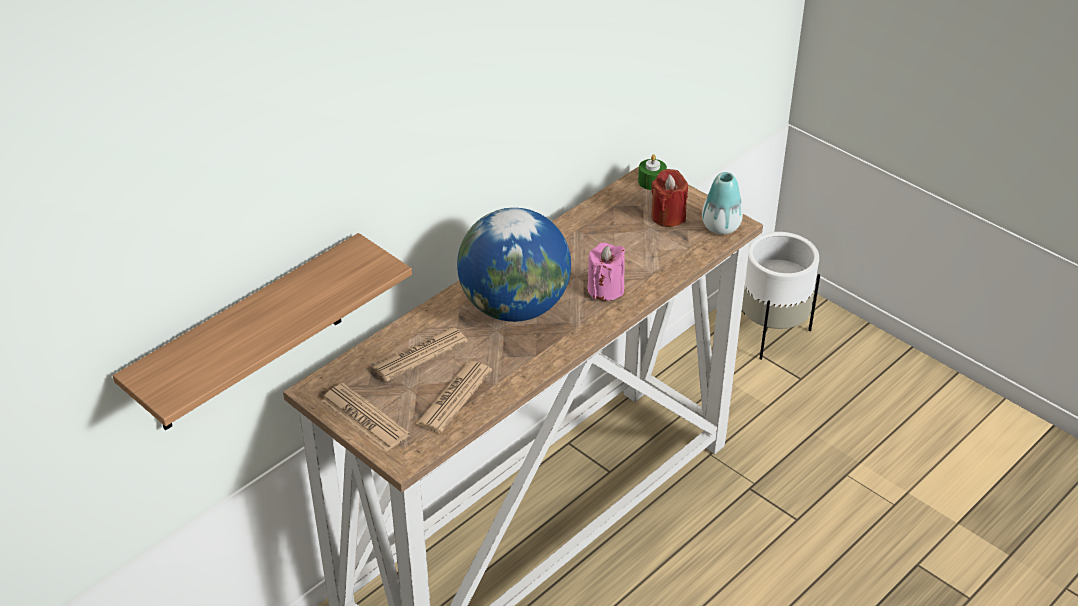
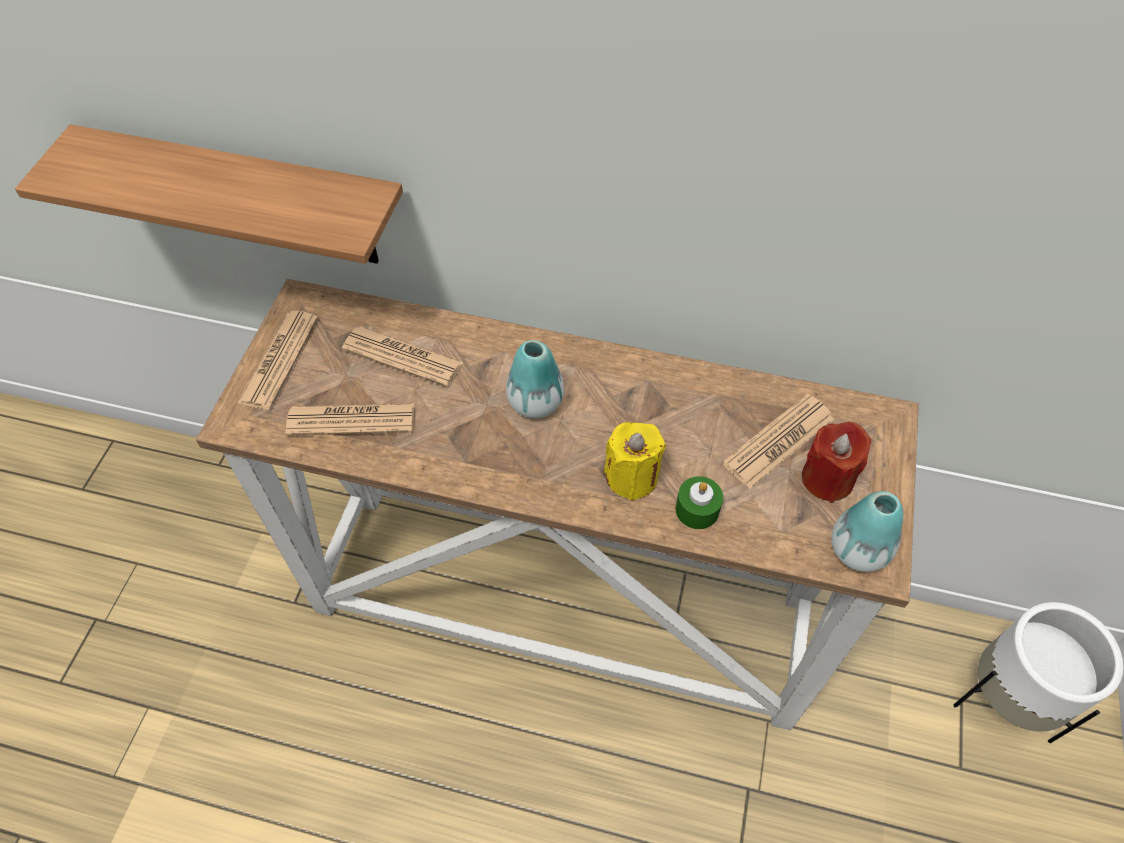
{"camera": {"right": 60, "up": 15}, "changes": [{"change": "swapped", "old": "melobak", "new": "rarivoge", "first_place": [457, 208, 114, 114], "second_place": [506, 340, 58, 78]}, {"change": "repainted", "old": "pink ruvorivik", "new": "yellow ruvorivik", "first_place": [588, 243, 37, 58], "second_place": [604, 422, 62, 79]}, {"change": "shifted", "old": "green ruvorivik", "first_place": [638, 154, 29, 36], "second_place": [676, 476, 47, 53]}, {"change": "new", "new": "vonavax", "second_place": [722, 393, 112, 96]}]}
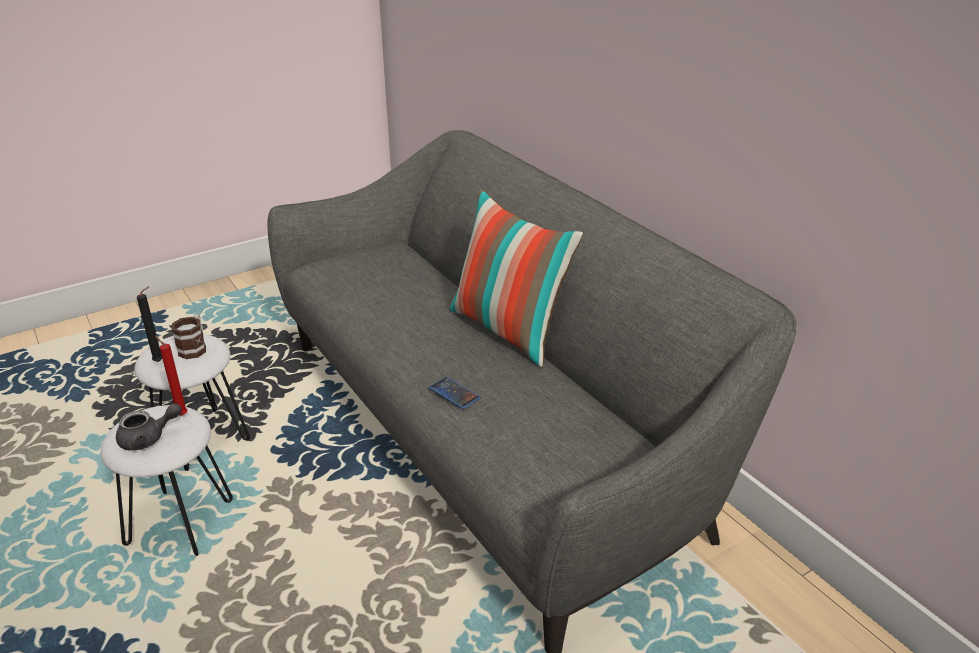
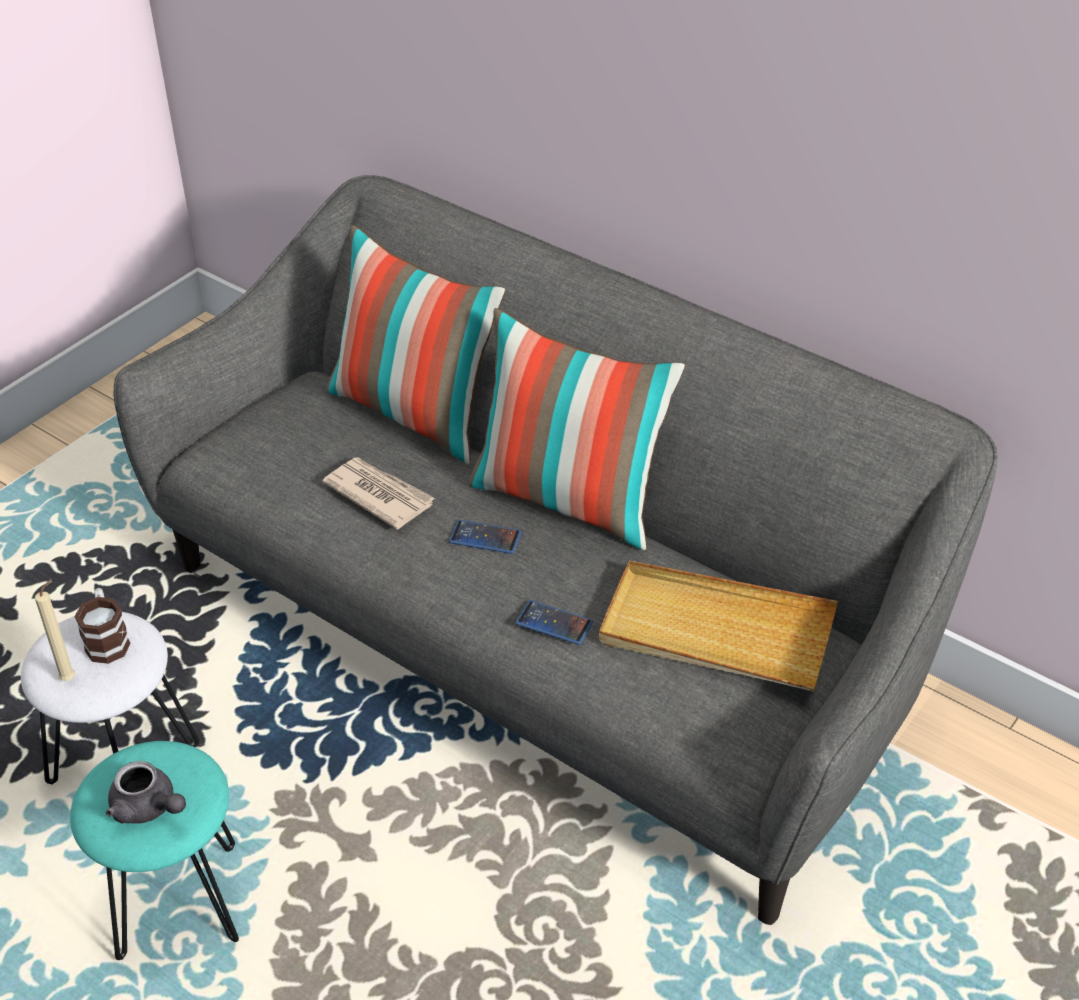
{"camera": {"right": -20, "up": 10}, "changes": [{"change": "repainted", "old": "black ruvorivik", "new": "beige ruvorivik", "first_place": [137, 286, 25, 76], "second_place": [35, 579, 40, 102]}, {"change": "repainted", "old": "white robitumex", "new": "turquoise robitumex", "first_place": [101, 405, 132, 151], "second_place": [70, 741, 169, 219]}, {"change": "rotated", "old": "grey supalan", "first_place": [116, 403, 66, 48], "second_place": [106, 761, 80, 63], "degrees": 75}, {"change": "new", "new": "vonavax", "second_place": [322, 457, 113, 72]}, {"change": "new", "new": "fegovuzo", "second_place": [326, 225, 180, 239]}, {"change": "new", "new": "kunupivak", "second_place": [449, 520, 73, 34]}, {"change": "new", "new": "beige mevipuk", "second_place": [599, 561, 239, 130]}, {"change": "gone", "old": "red ruvorivik", "first_place": [155, 335, 32, 81]}]}
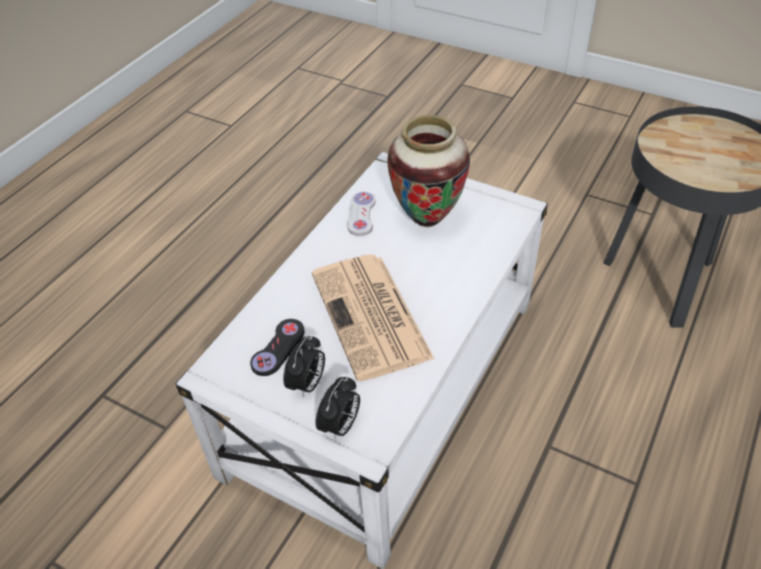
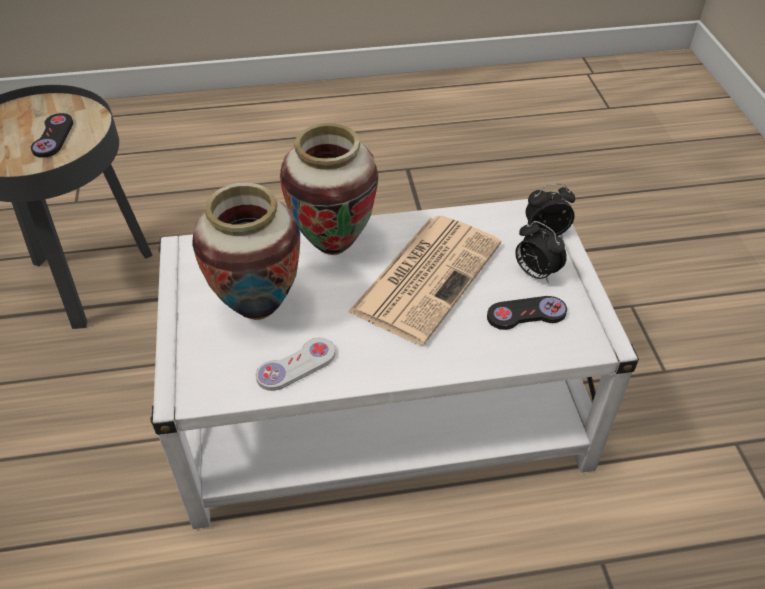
{"camera": {"right": -130, "up": 0}, "changes": [{"change": "new", "new": "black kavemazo", "second_place": [31, 113, 42, 45]}, {"change": "new", "new": "rarivoge", "second_place": [280, 123, 99, 132]}, {"change": "rotated", "old": "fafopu", "first_place": [283, 336, 42, 62], "second_place": [515, 221, 52, 62], "degrees": -120}]}
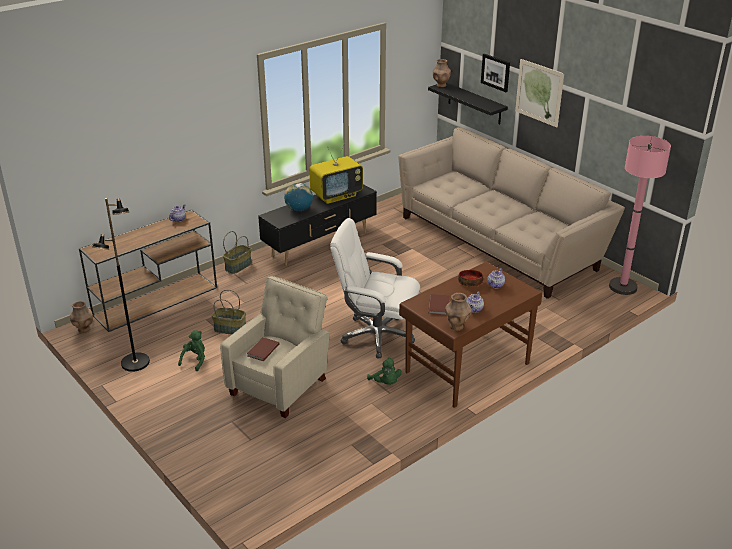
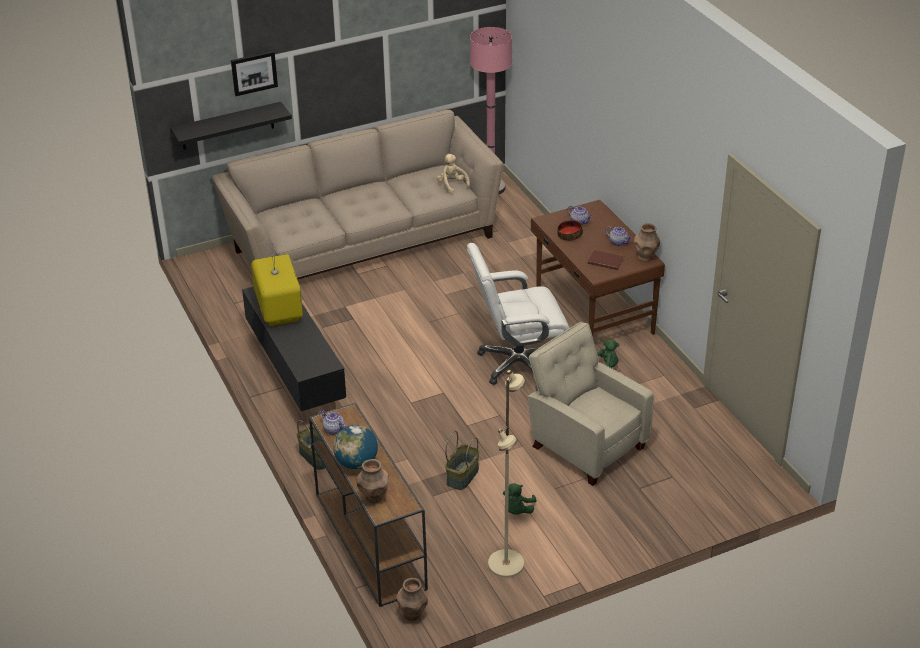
{"camera": {"right": -75, "up": 5}, "changes": [{"change": "shifted", "old": "melobak", "first_place": [284, 183, 29, 28], "second_place": [333, 425, 45, 44]}, {"change": "shifted", "old": "brown rarivoge", "first_place": [433, 59, 18, 28], "second_place": [357, 459, 31, 44]}, {"change": "new", "new": "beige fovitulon", "second_place": [436, 154, 34, 40]}, {"change": "rotated", "old": "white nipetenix", "first_place": [330, 218, 90, 140], "second_place": [467, 243, 102, 142], "degrees": 45}, {"change": "repainted", "old": "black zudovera", "new": "beige zudovera", "first_place": [92, 198, 58, 174], "second_place": [488, 370, 38, 208]}, {"change": "rotated", "old": "green fovitulon", "first_place": [178, 330, 27, 41], "second_place": [503, 483, 34, 32], "degrees": -105}, {"change": "gone", "old": "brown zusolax", "first_place": [247, 337, 33, 24]}, {"change": "gone", "old": "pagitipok", "first_place": [515, 59, 49, 68]}]}
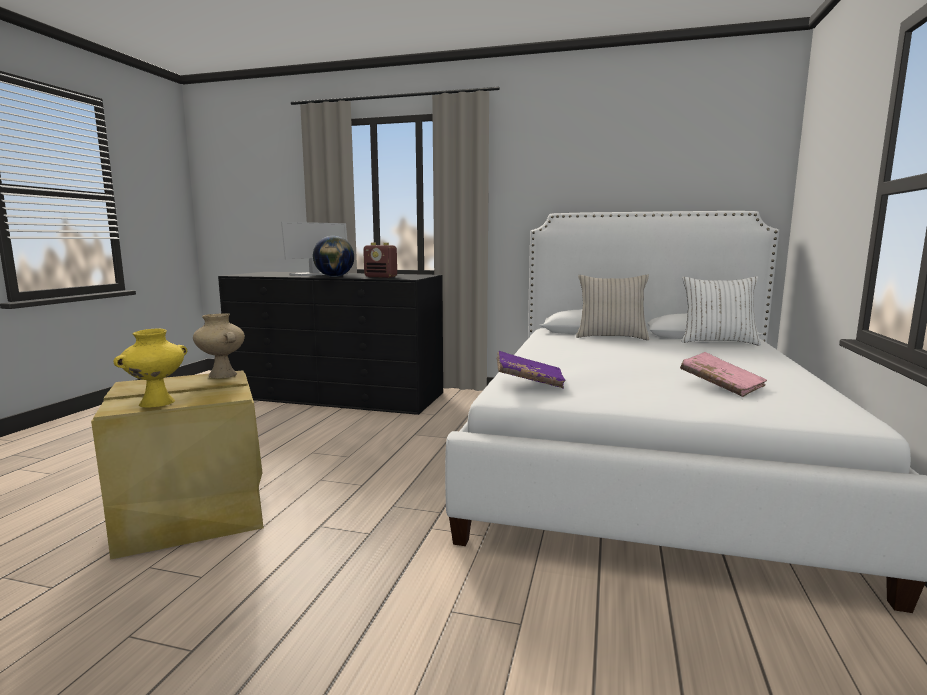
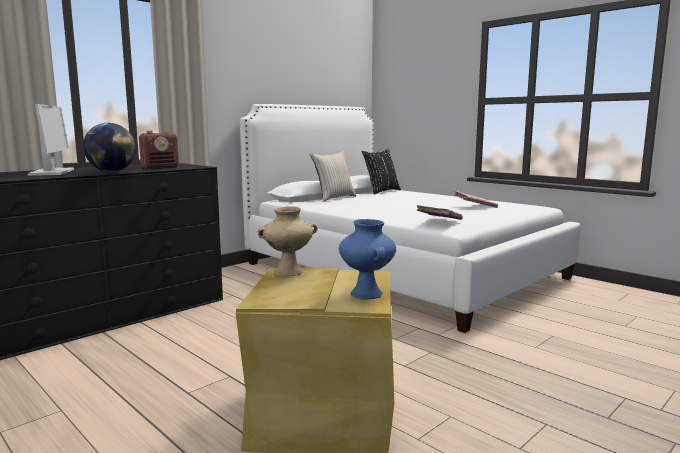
{"camera": {"right": -60, "up": 0}, "changes": [{"change": "repainted", "old": "yellow rarivoge", "new": "blue rarivoge", "first_place": [113, 328, 74, 80], "second_place": [339, 219, 57, 80]}, {"change": "repainted", "old": "white fegovuzo", "new": "black fegovuzo", "first_place": [682, 276, 79, 70], "second_place": [362, 149, 39, 46]}]}
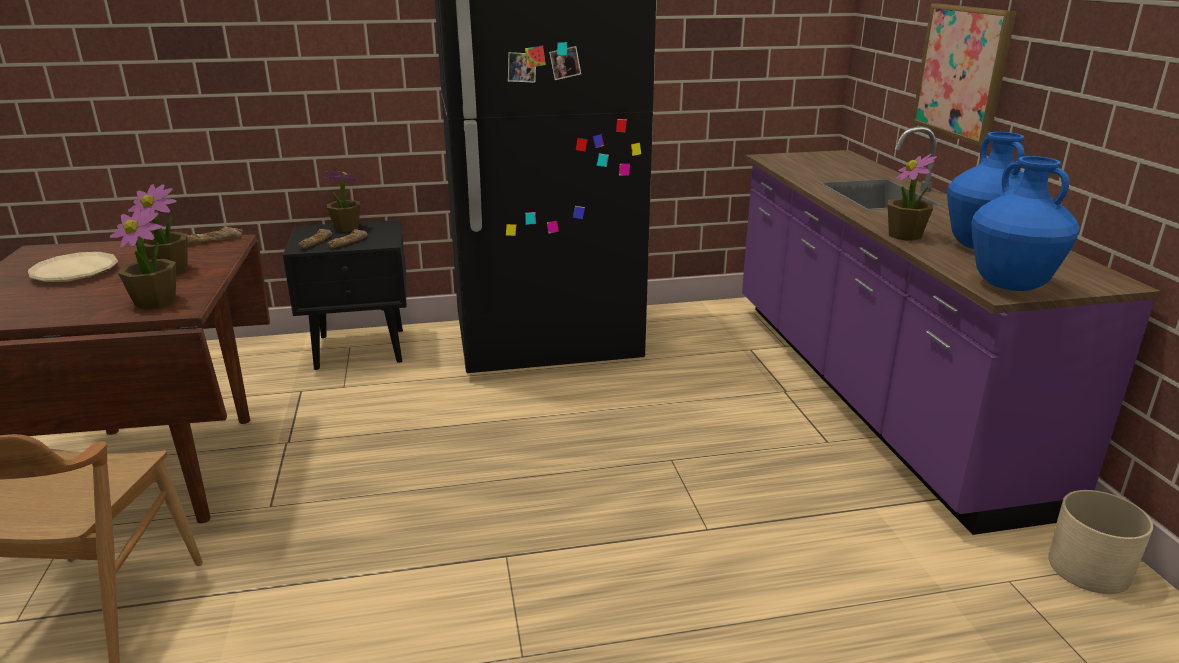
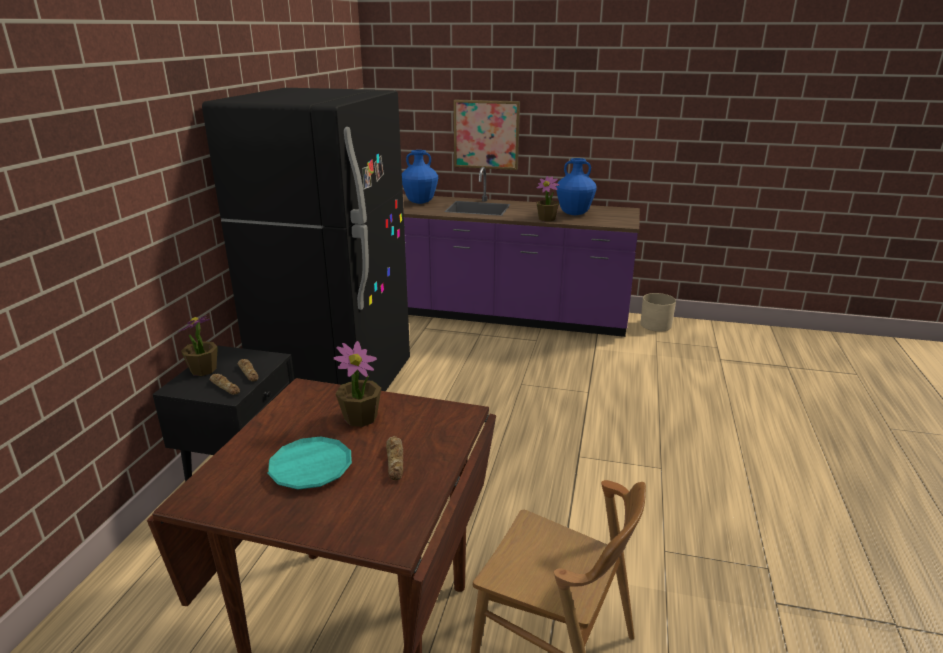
{"camera": {"right": -65, "up": 0}, "changes": [{"change": "repainted", "old": "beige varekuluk", "new": "turquoise varekuluk", "first_place": [28, 252, 90, 30], "second_place": [267, 437, 85, 53]}, {"change": "shifted", "old": "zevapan", "first_place": [188, 226, 55, 19], "second_place": [386, 436, 17, 44]}, {"change": "shifted", "old": "blue rarivoge", "first_place": [971, 156, 108, 135], "second_place": [402, 150, 36, 54]}, {"change": "gone", "old": "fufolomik", "first_place": [110, 207, 66, 103]}]}
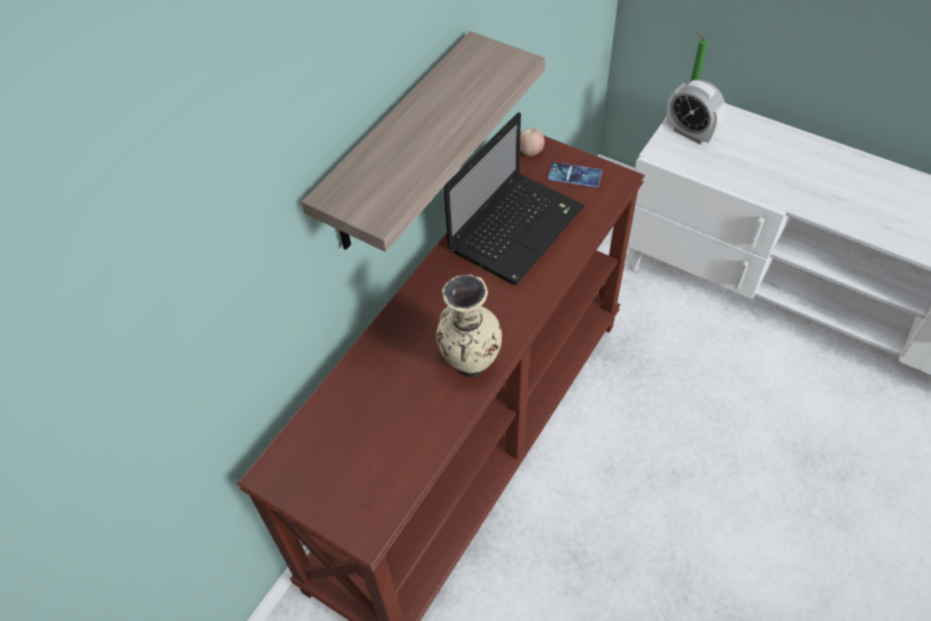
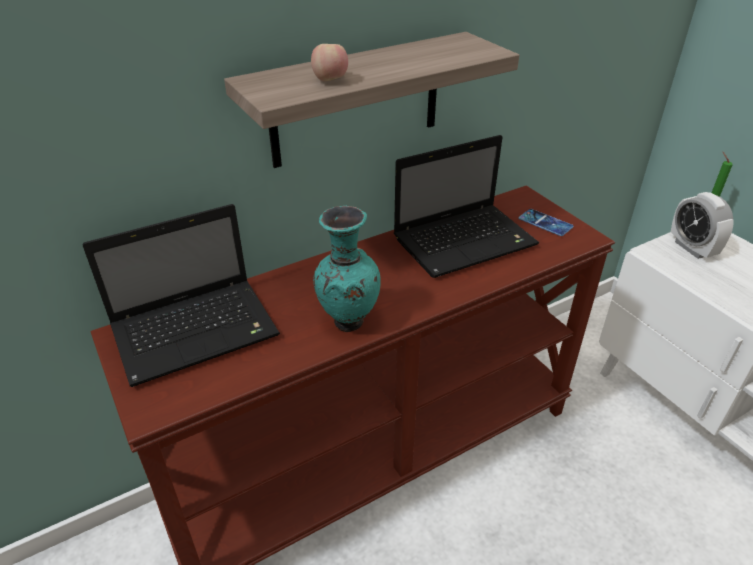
{"camera": {"right": 25, "up": -15}, "changes": [{"change": "new", "new": "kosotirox", "second_place": [82, 204, 198, 183]}, {"change": "shifted", "old": "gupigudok", "first_place": [520, 128, 25, 28], "second_place": [311, 44, 37, 37]}, {"change": "repainted", "old": "beige rarivoge", "new": "turquoise rarivoge", "first_place": [436, 275, 66, 103], "second_place": [313, 206, 68, 126]}]}
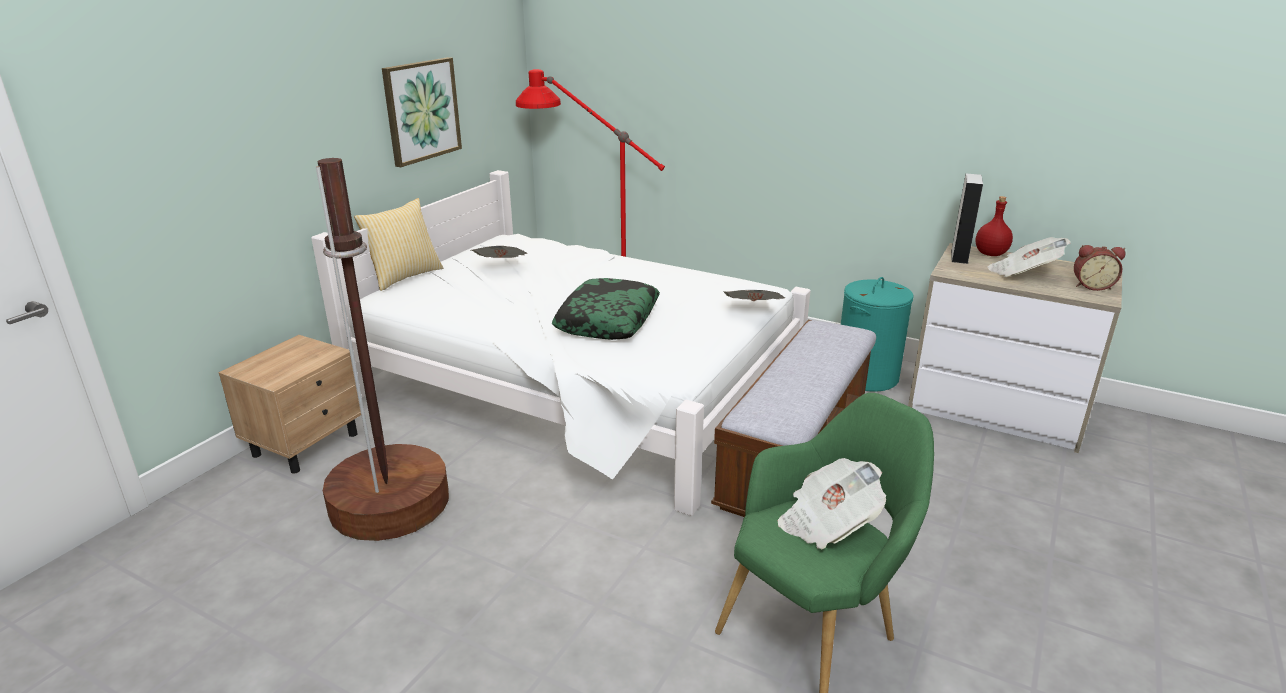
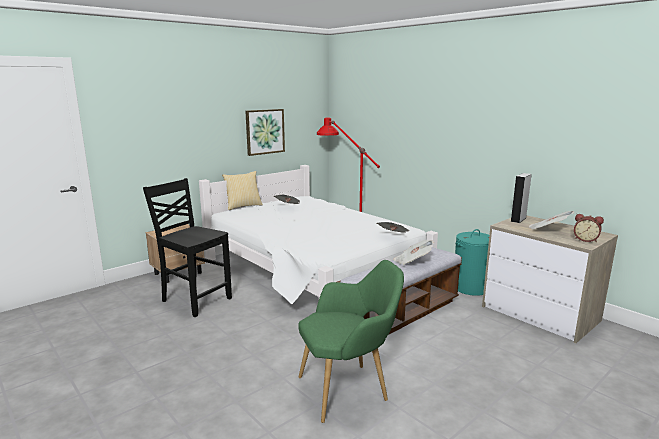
{"camera": {"right": 20, "up": -10}, "changes": [{"change": "swapped", "old": "brown zudovera", "new": "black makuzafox", "first_place": [316, 158, 133, 383], "second_place": [143, 178, 89, 139]}, {"change": "shifted", "old": "vonavax", "first_place": [778, 458, 108, 91], "second_place": [393, 240, 41, 25]}, {"change": "gone", "old": "fegovuzo", "first_place": [552, 278, 108, 62]}, {"change": "gone", "old": "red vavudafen", "first_place": [975, 196, 38, 60]}]}
